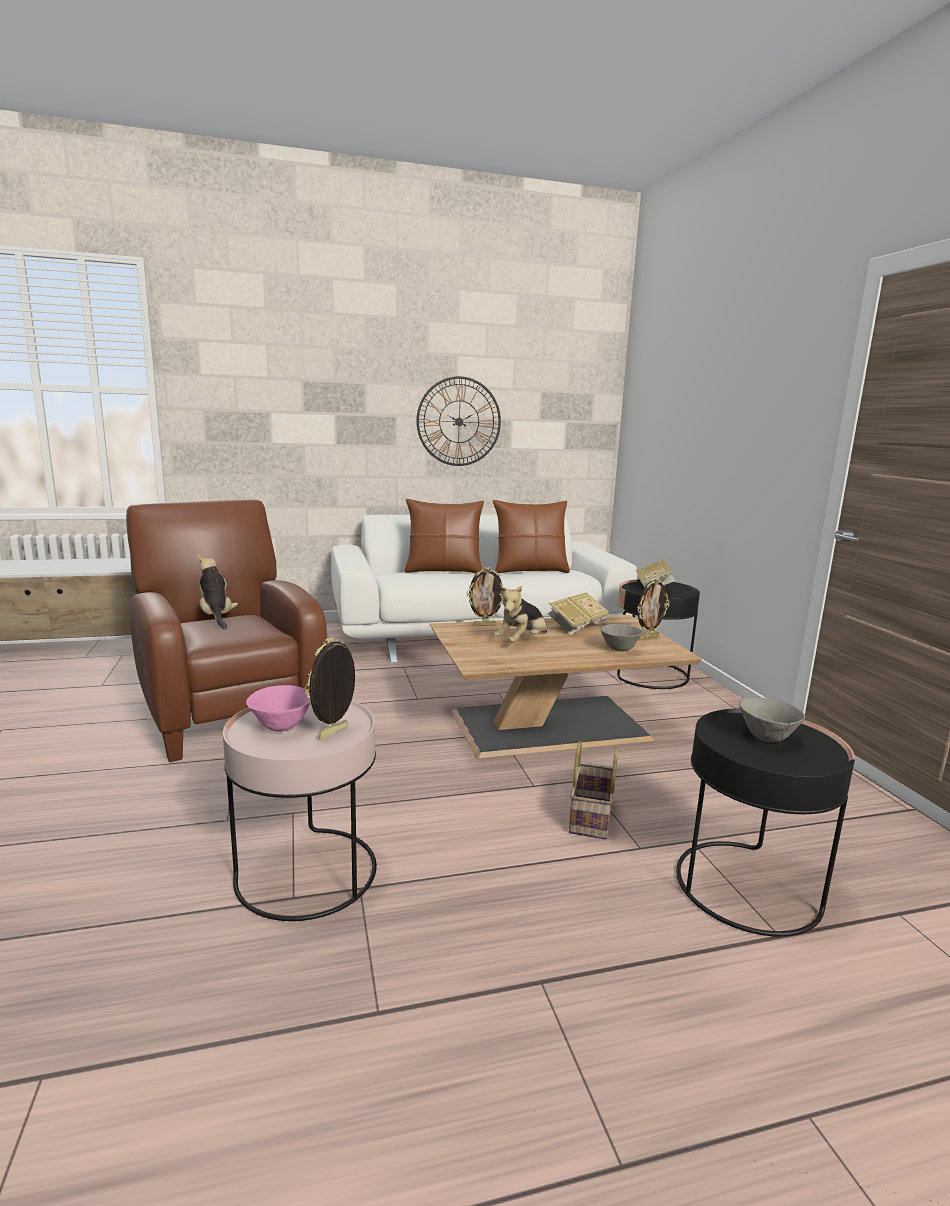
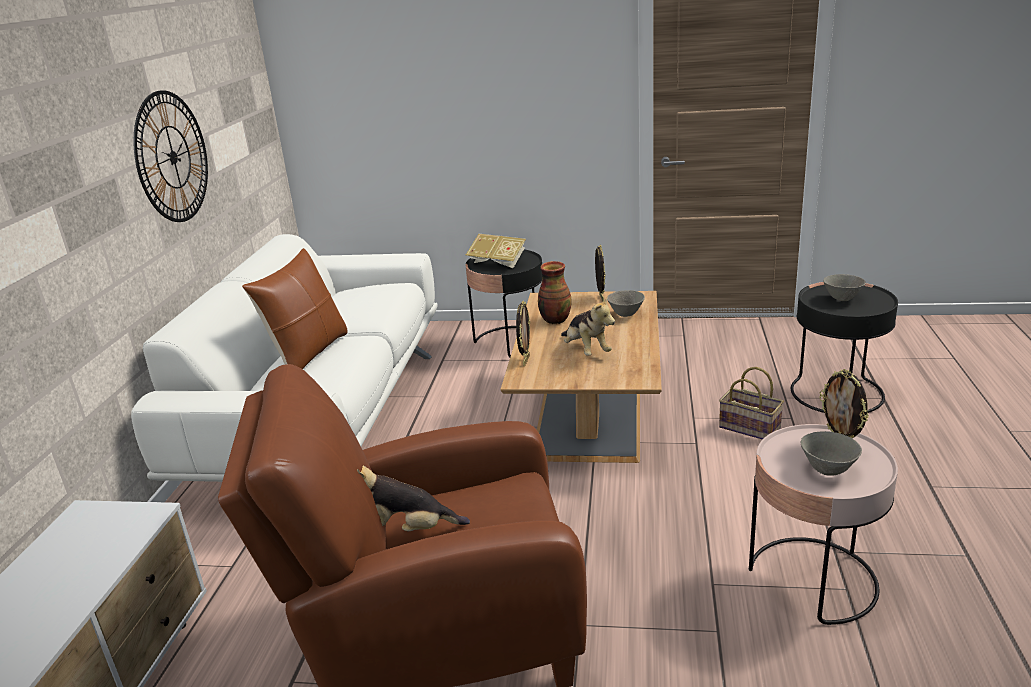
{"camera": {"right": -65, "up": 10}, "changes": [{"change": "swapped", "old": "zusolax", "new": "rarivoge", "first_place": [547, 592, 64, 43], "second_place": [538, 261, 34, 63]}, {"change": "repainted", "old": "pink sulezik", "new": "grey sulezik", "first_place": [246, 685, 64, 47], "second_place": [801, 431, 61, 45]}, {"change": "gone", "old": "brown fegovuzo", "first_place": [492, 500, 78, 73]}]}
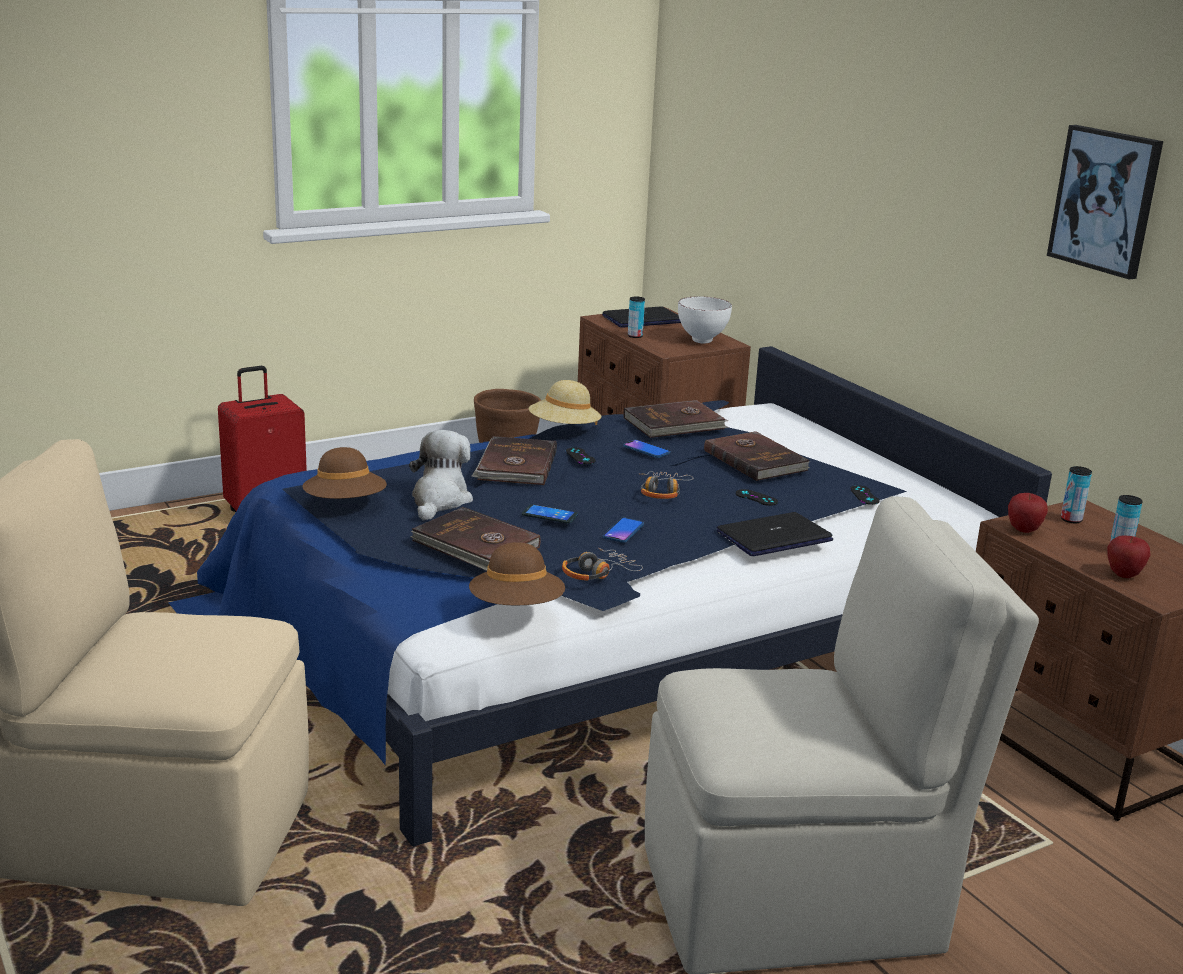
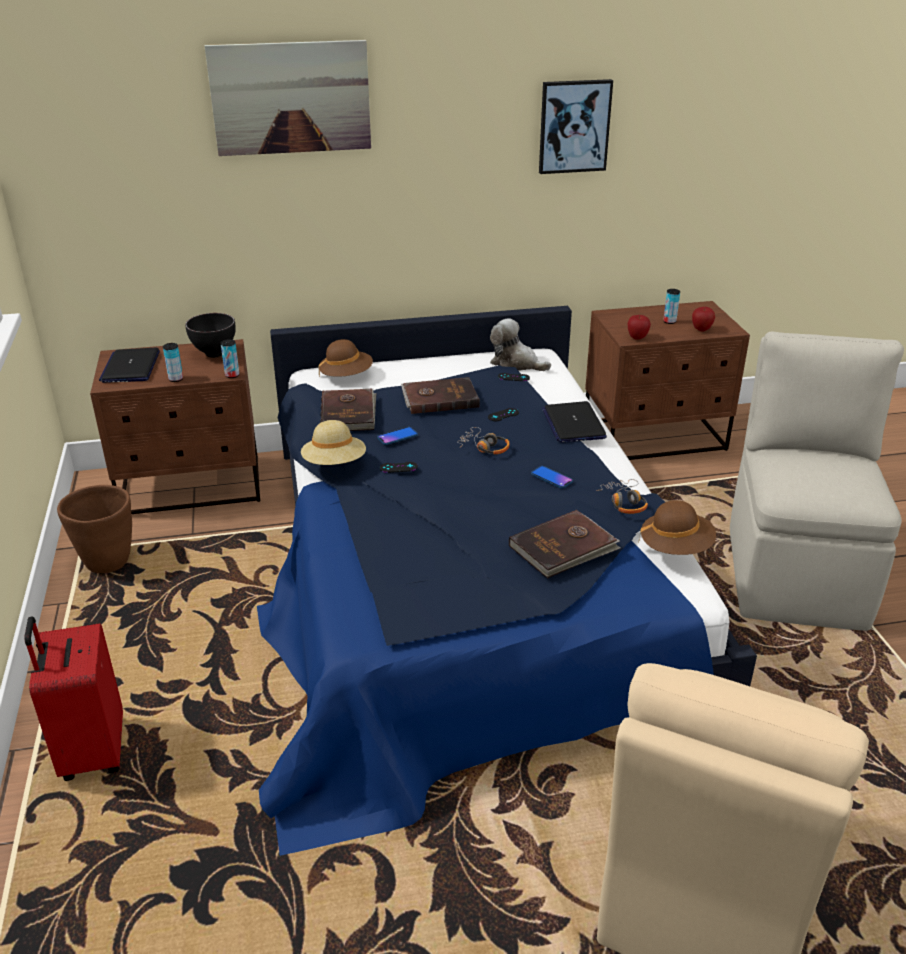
{"camera": {"right": -70, "up": 10}, "changes": [{"change": "repainted", "old": "white sulezik", "new": "black sulezik", "first_place": [678, 296, 54, 47], "second_place": [185, 313, 50, 45]}, {"change": "new", "new": "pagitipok", "second_place": [205, 40, 166, 116]}, {"change": "shifted", "old": "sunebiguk", "first_place": [1061, 466, 31, 57], "second_place": [221, 339, 18, 39]}, {"change": "shifted", "old": "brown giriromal", "first_place": [303, 447, 84, 52], "second_place": [318, 339, 55, 38]}, {"change": "shifted", "old": "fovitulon", "first_place": [409, 430, 64, 91], "second_place": [490, 318, 61, 53]}, {"change": "gone", "old": "brown zusolax", "first_place": [471, 436, 86, 49]}, {"change": "gone", "old": "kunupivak", "first_place": [522, 504, 56, 20]}]}
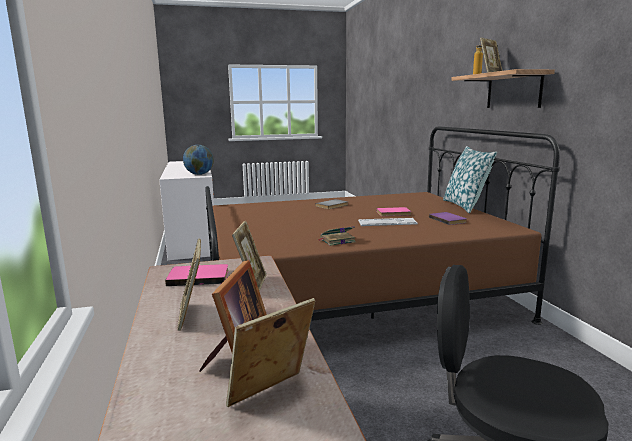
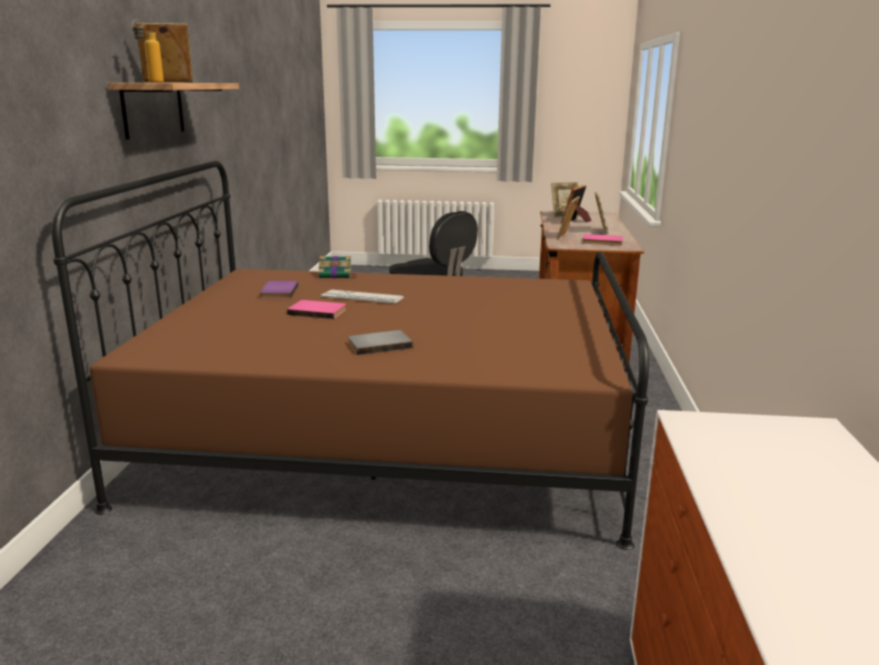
{"camera": {"right": -160, "up": 5}, "changes": [{"change": "shifted", "old": "zusolax", "first_place": [318, 226, 38, 20], "second_place": [318, 256, 39, 22]}, {"change": "gone", "old": "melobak", "first_place": [183, 145, 31, 30]}, {"change": "gone", "old": "fegovuzo", "first_place": [443, 146, 54, 67]}]}
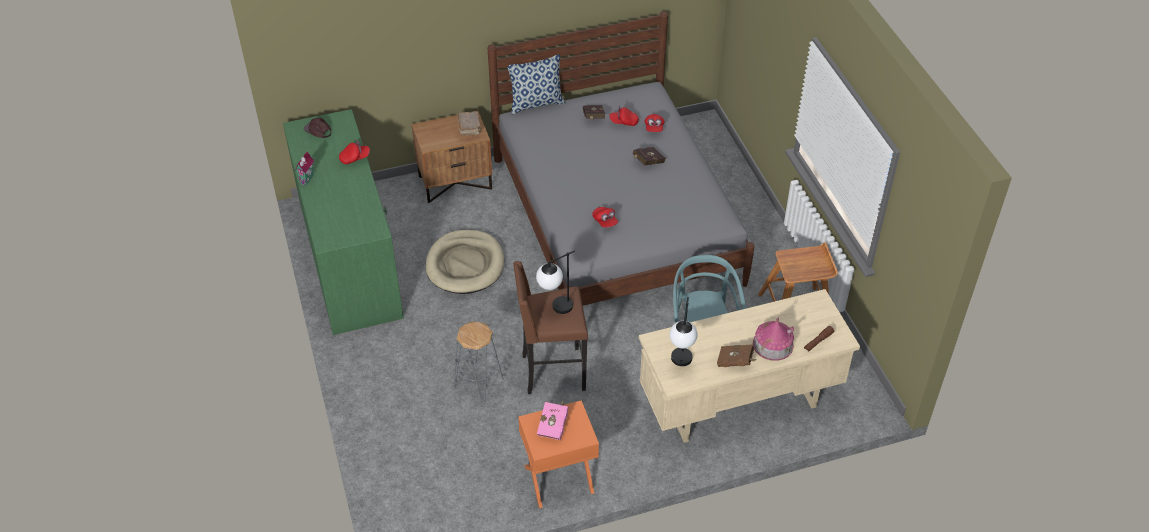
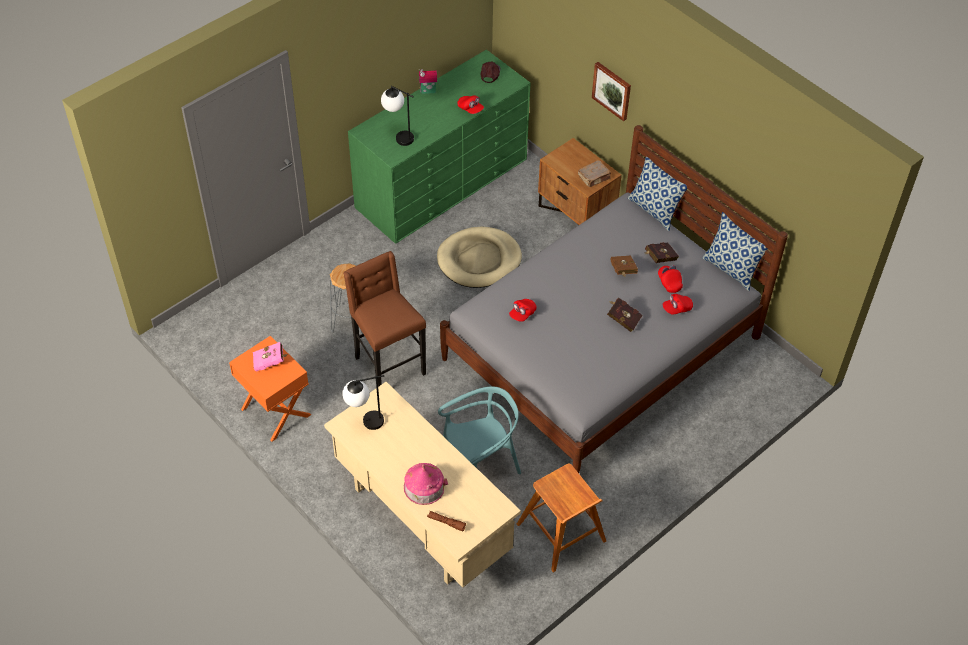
{"camera": {"right": 65, "up": 5}, "changes": [{"change": "shifted", "old": "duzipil", "first_place": [536, 251, 39, 63], "second_place": [381, 86, 33, 60]}, {"change": "new", "new": "pagitipok", "second_place": [592, 62, 39, 59]}, {"change": "shifted", "old": "brown zusolax", "first_place": [717, 344, 39, 23], "second_place": [611, 255, 27, 21]}, {"change": "new", "new": "fegovuzo", "second_place": [702, 212, 65, 79]}]}
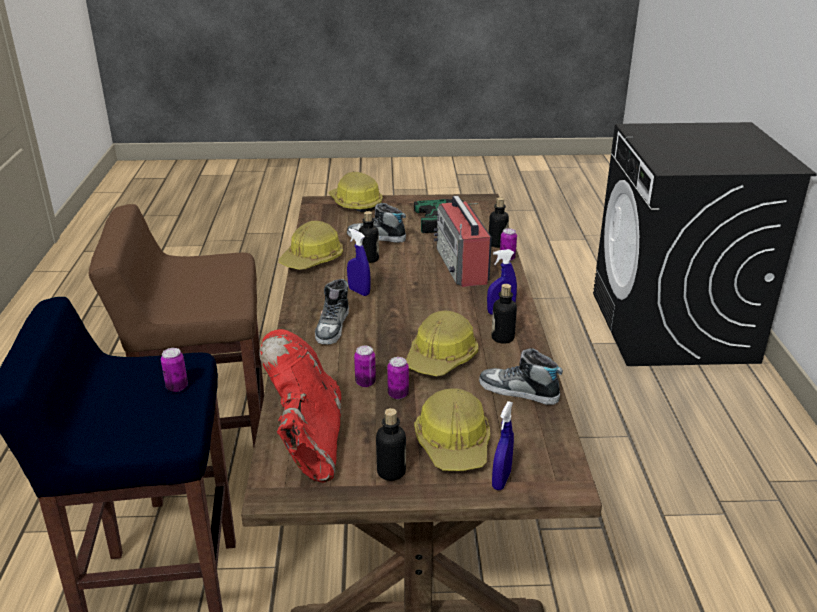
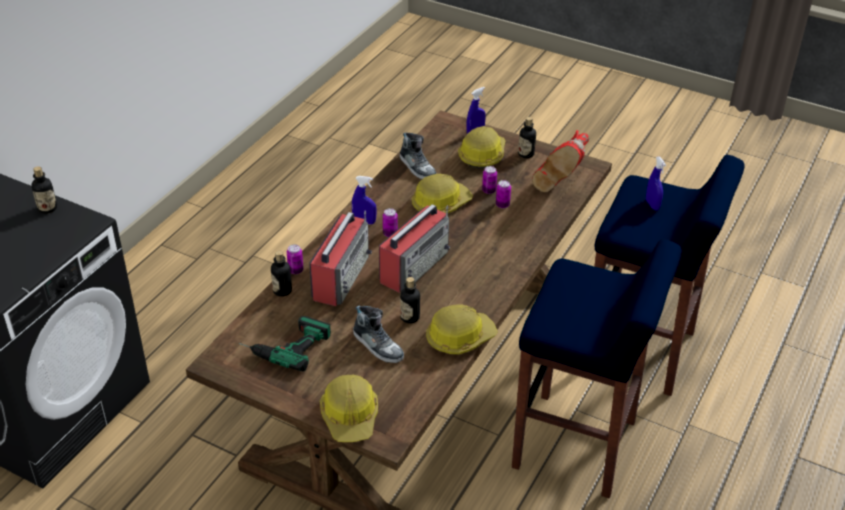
{"camera": {"right": -150, "up": 10}, "changes": [{"change": "shifted", "old": "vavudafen", "first_place": [491, 284, 26, 60], "second_place": [32, 166, 25, 48]}, {"change": "new", "new": "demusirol", "second_place": [379, 204, 72, 89]}, {"change": "shifted", "old": "sunebiguk", "first_place": [161, 348, 27, 44], "second_place": [383, 208, 15, 29]}, {"change": "repainted", "old": "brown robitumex", "new": "blue robitumex", "first_place": [89, 204, 175, 303], "second_place": [512, 239, 170, 259]}, {"change": "shifted", "old": "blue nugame", "first_place": [347, 228, 24, 68], "second_place": [646, 157, 20, 53]}, {"change": "gone", "old": "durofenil", "first_place": [315, 279, 34, 66]}]}
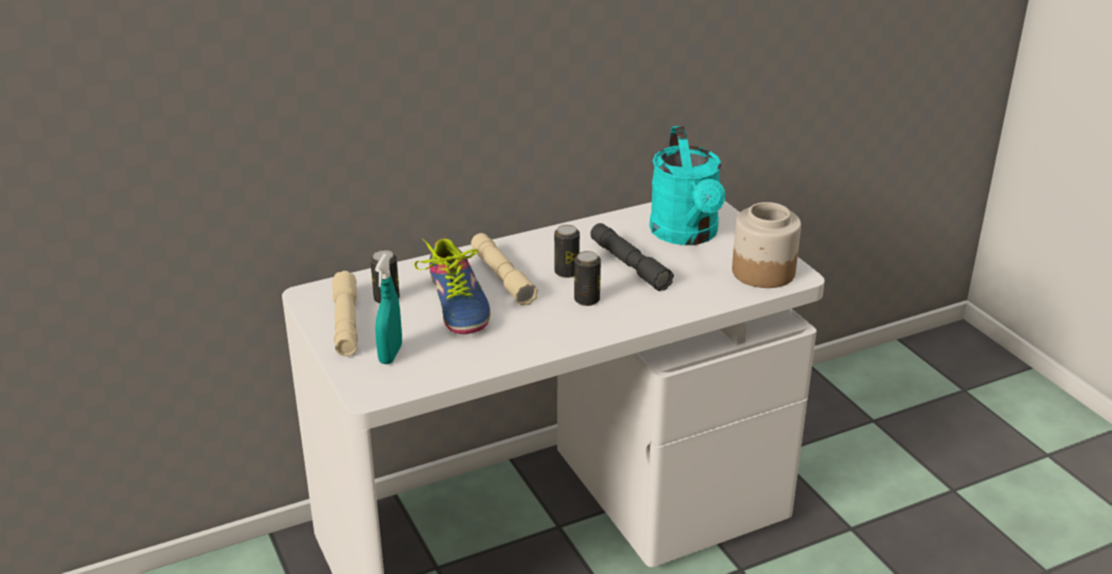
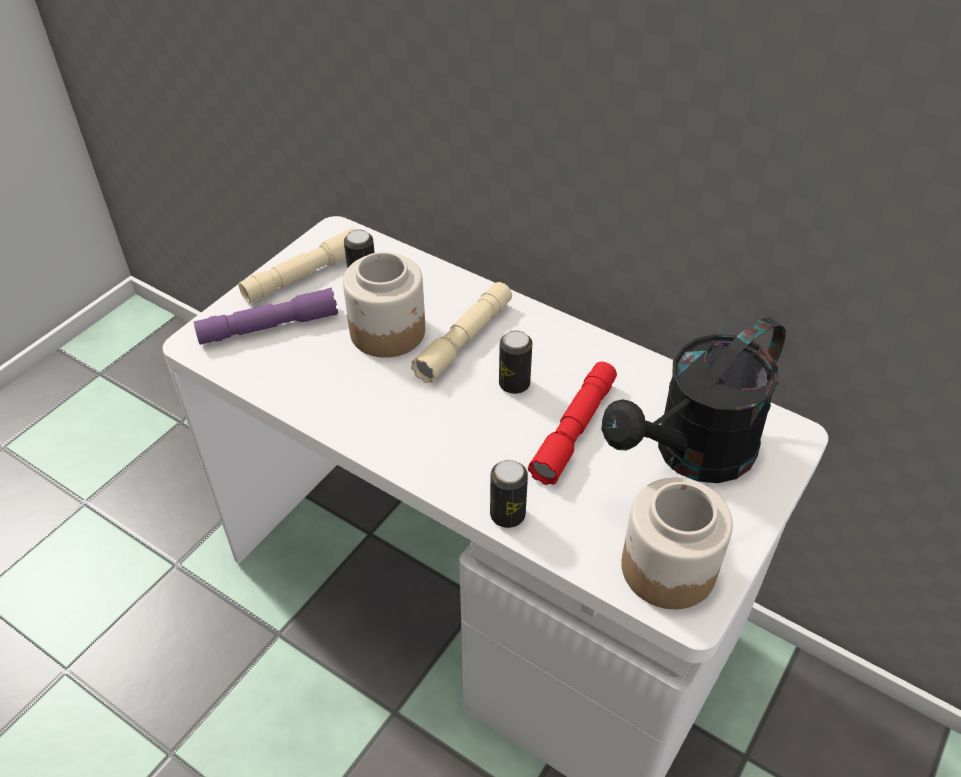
{"camera": {"right": 60, "up": 15}, "changes": [{"change": "swapped", "old": "turquoise nugame", "new": "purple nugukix", "first_place": [375, 254, 27, 110], "second_place": [194, 288, 144, 57]}, {"change": "swapped", "old": "durofenil", "new": "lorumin", "first_place": [414, 239, 76, 95], "second_place": [343, 252, 82, 106]}, {"change": "shifted", "old": "sunebiguk", "first_place": [574, 251, 27, 55], "second_place": [490, 460, 38, 68]}, {"change": "repainted", "old": "grey nugukix", "new": "red nugukix", "first_place": [590, 223, 84, 68], "second_place": [528, 362, 89, 123]}, {"change": "repainted", "old": "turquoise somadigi", "new": "black somadigi", "first_place": [649, 126, 77, 119], "second_place": [601, 318, 185, 165]}]}
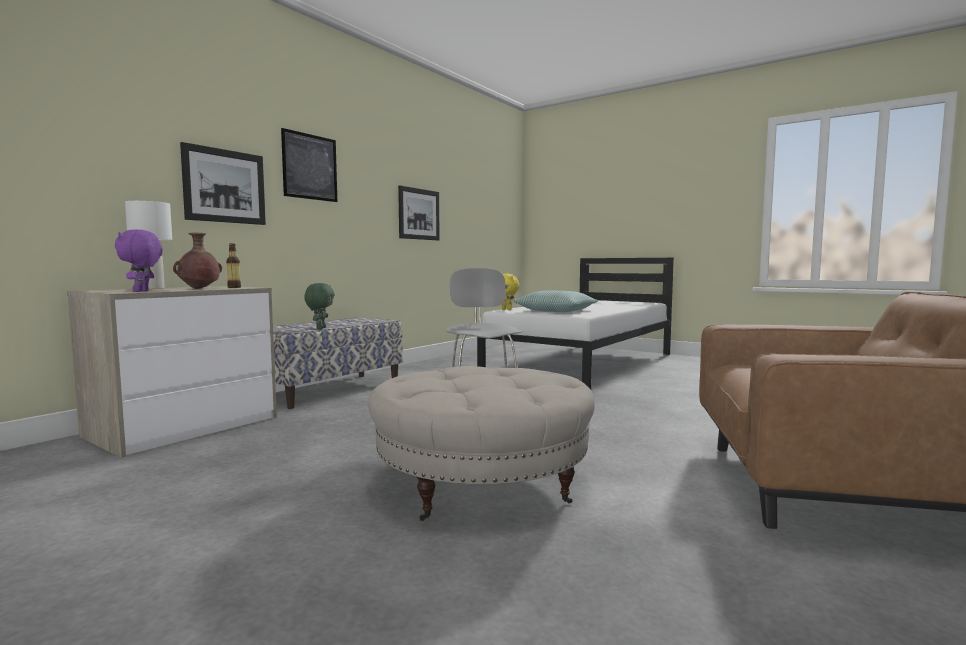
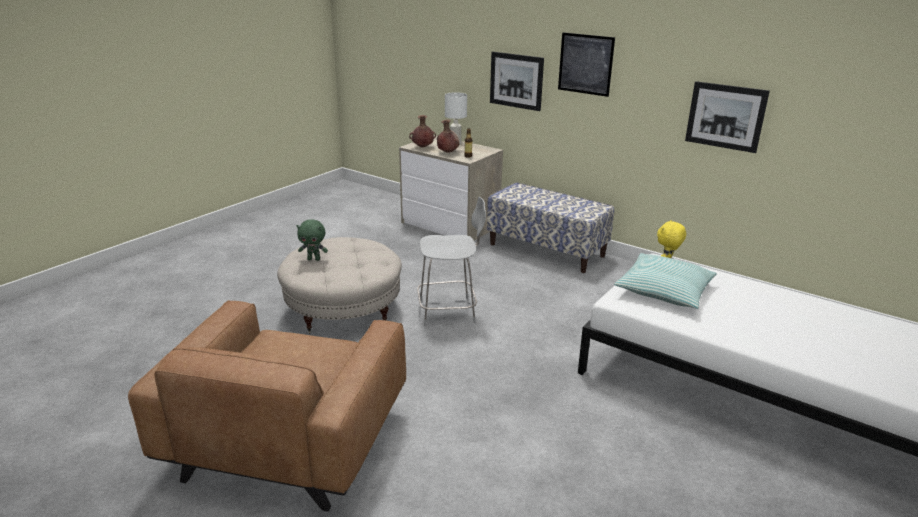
{"camera": {"right": 90, "up": 20}, "changes": [{"change": "shifted", "old": "green fovitulon", "first_place": [304, 283, 31, 46], "second_place": [297, 219, 31, 42]}, {"change": "swapped", "old": "purple fovitulon", "new": "brown rarivoge", "first_place": [115, 229, 48, 63], "second_place": [409, 115, 27, 32]}]}
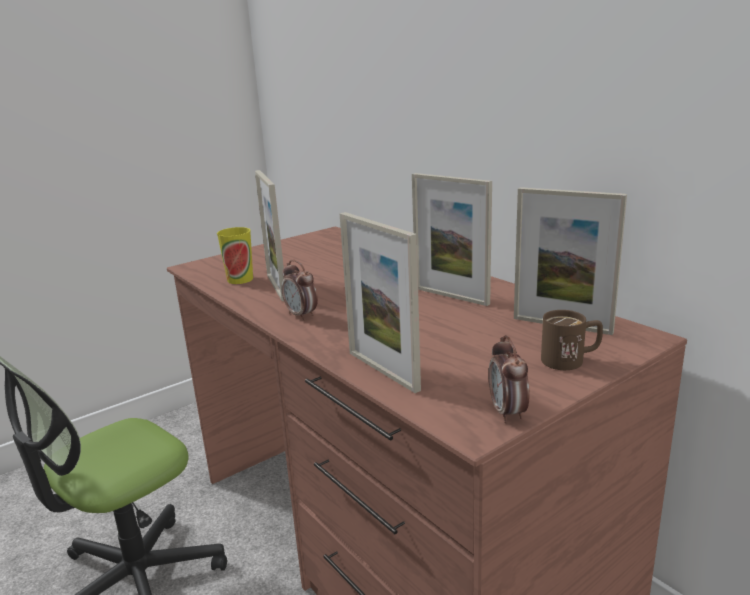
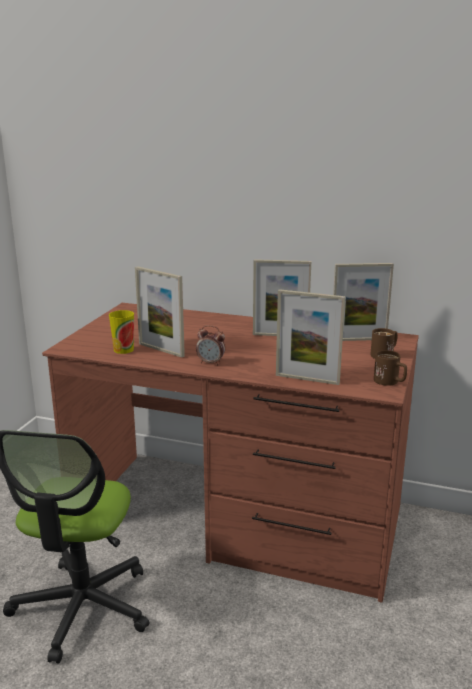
{"camera": {"right": -35, "up": 0}, "changes": [{"change": "swapped", "old": "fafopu", "new": "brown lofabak", "first_place": [488, 335, 42, 88], "second_place": [374, 350, 33, 36]}]}
